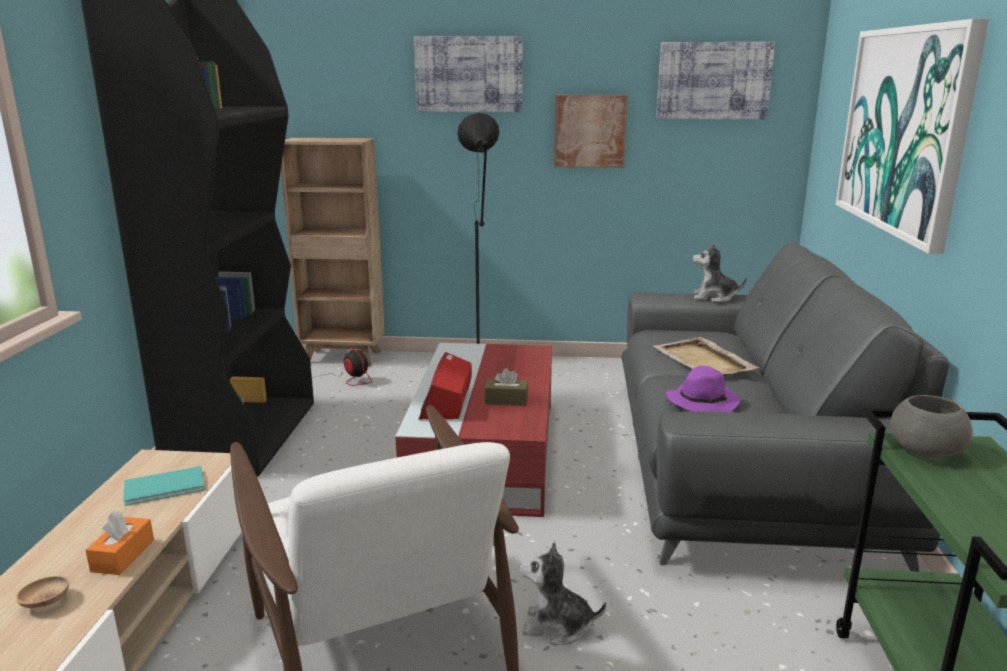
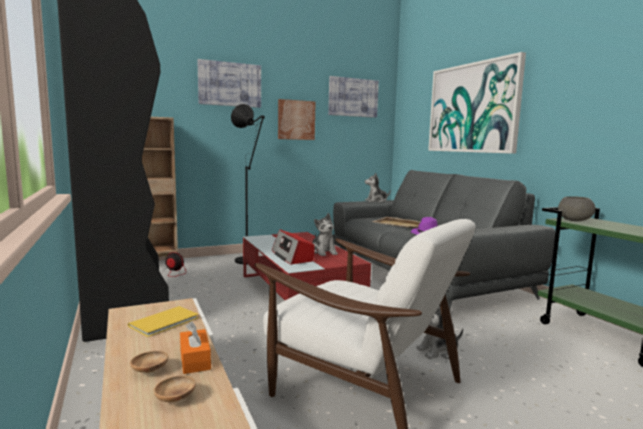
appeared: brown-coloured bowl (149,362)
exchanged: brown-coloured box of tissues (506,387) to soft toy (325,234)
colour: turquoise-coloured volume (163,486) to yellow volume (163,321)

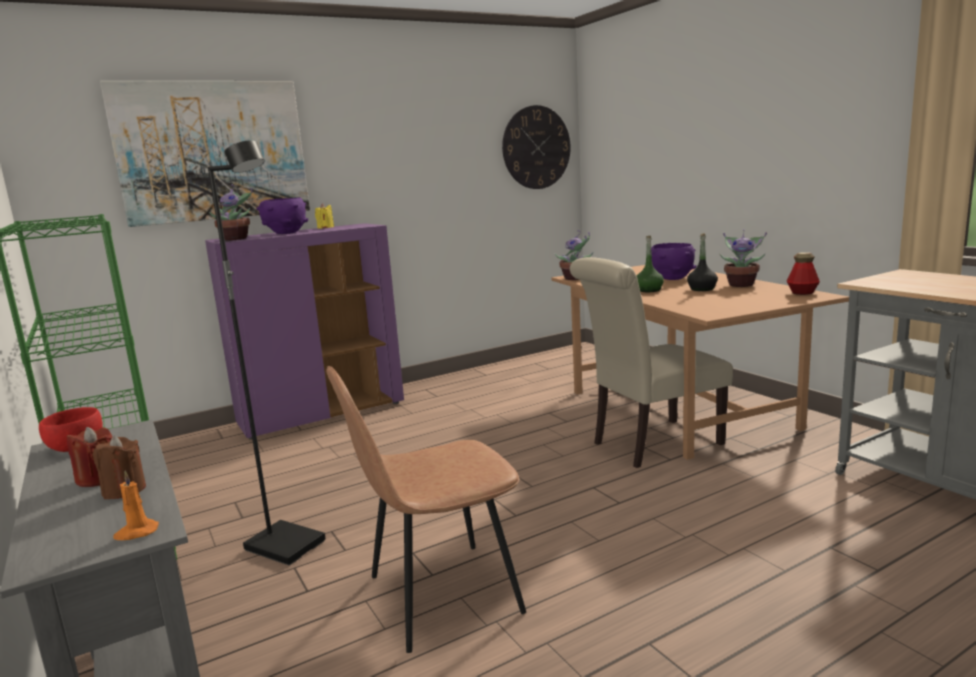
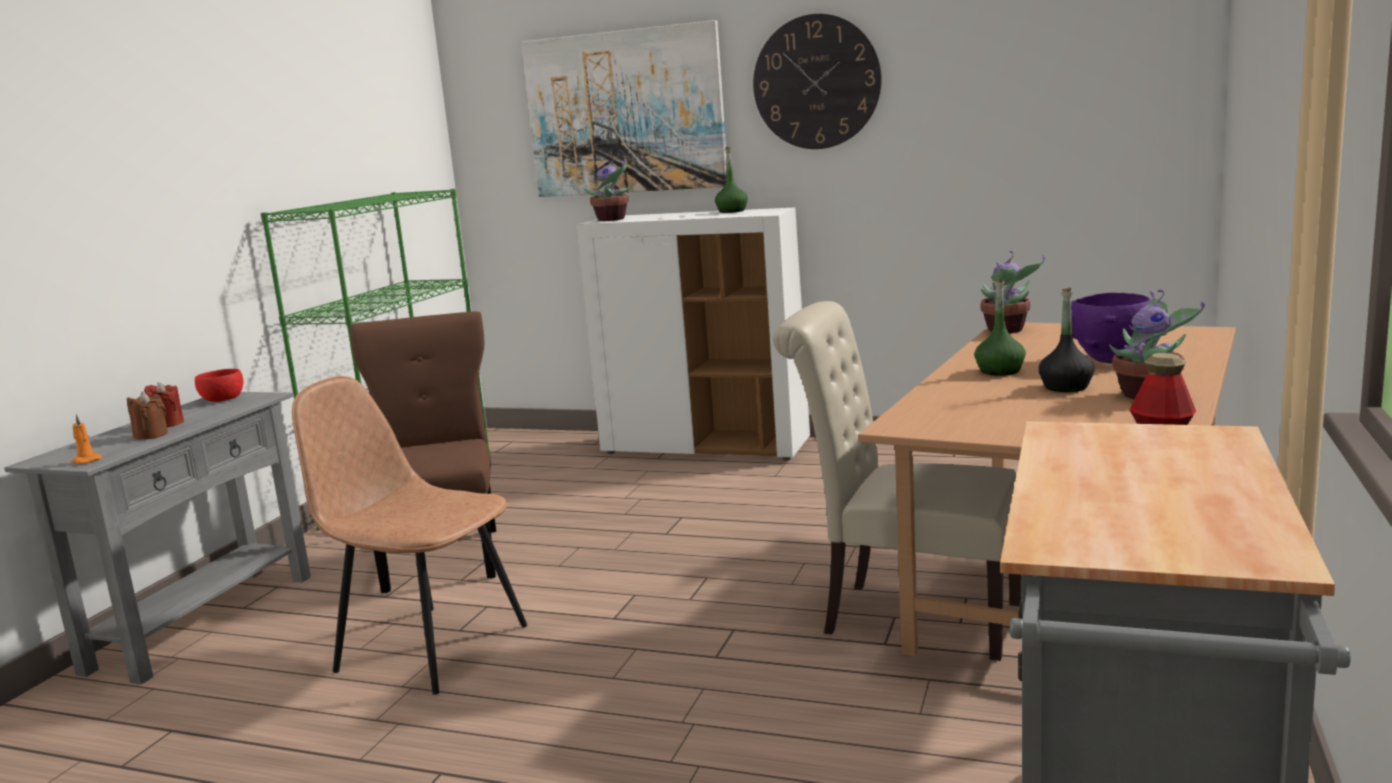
missing: purple bowl (282,215)
relocated: clock on the wall (536,147) to (817,81)
exchanged: black-coloured standard lamp (267,352) to brown-coloured plain chair (423,452); yellow candle (324,216) to greenish drink bottle (731,180)
colour: purple storage cabinet (304,331) to whitish storage cabinet (693,333)

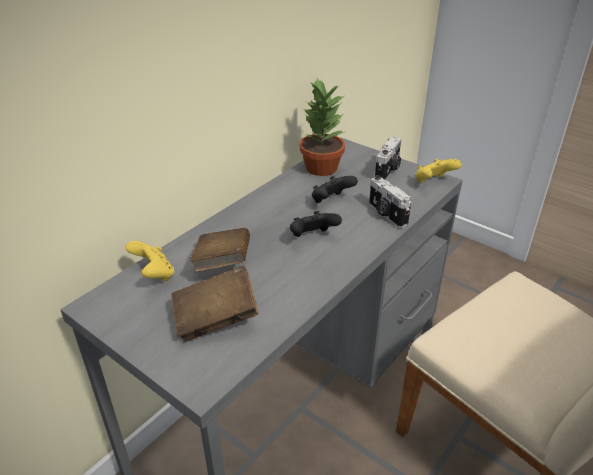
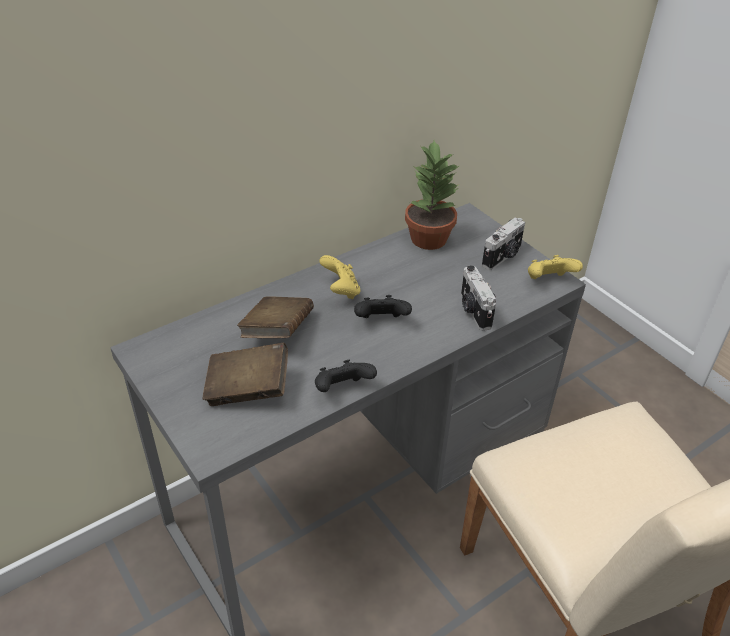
relocated: black-coloured game controller (335,189) to (346,376); yellow game controller (150,261) to (340,277)

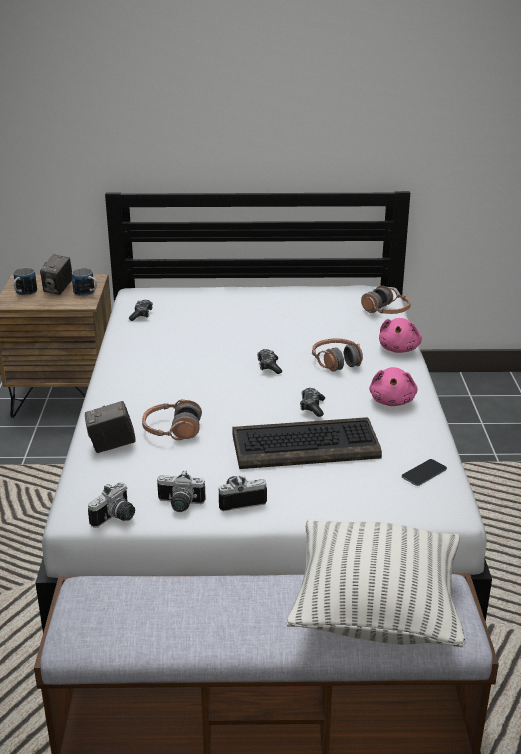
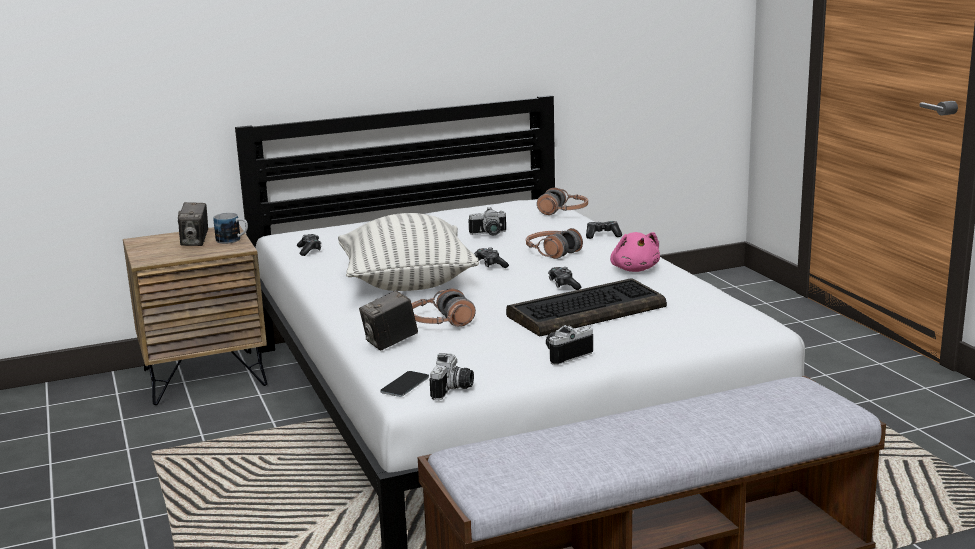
missing: coffee mug (25,282)
relocated: throw pillow (375,583) to (408,252); telephone (424,472) to (404,384); still camera (181,491) to (487,221)
exchanged: pink-coloured soft toy (400,335) to game controller (604,230)

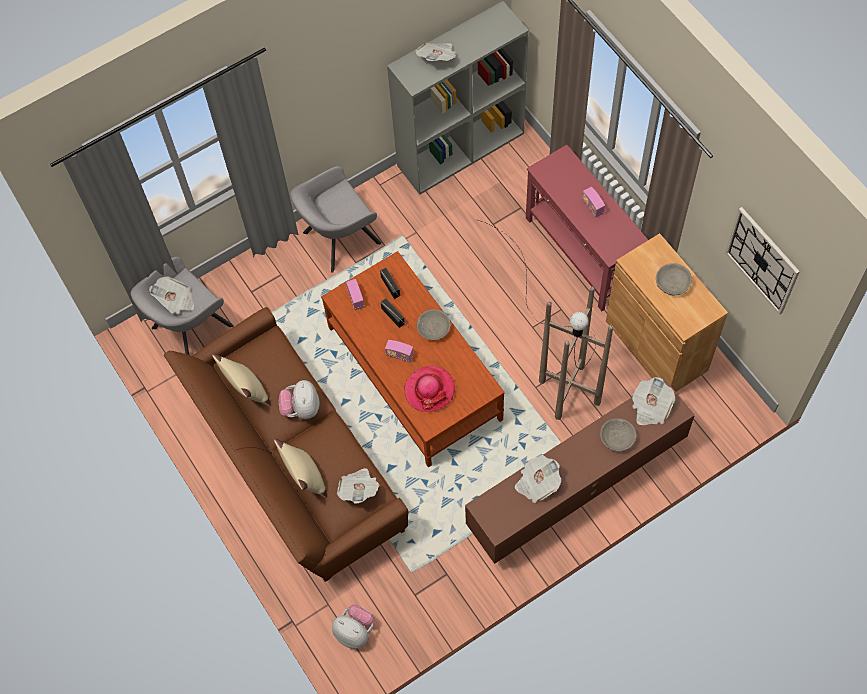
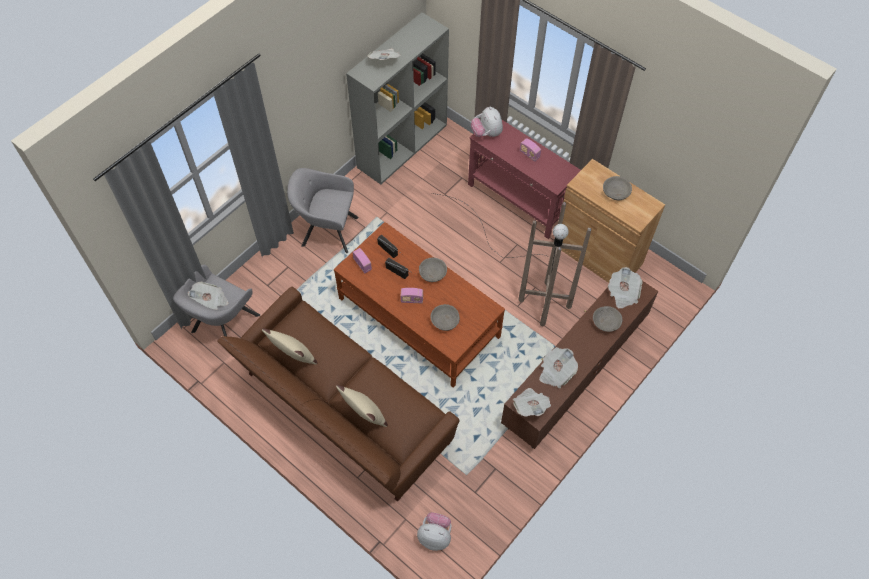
missing: clock on the wall (762,261)
relocated: soft toy (299,399) to (487,121); daily paper (358,486) to (532,402)
exchanged: wearable hat (429,389) to grey bowl (445,317)
spun: grey easy chair (335,219) = (323,210) 60 degrees clockwise

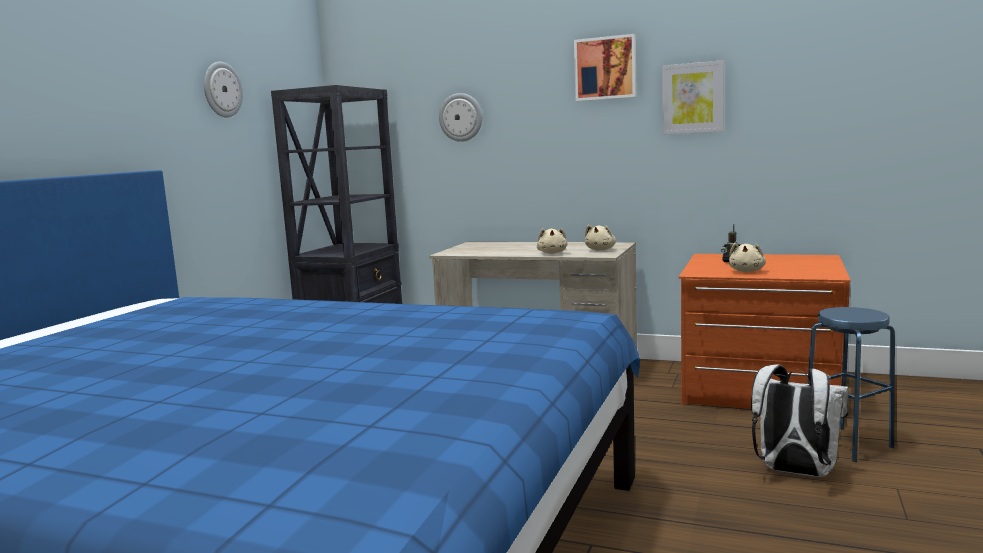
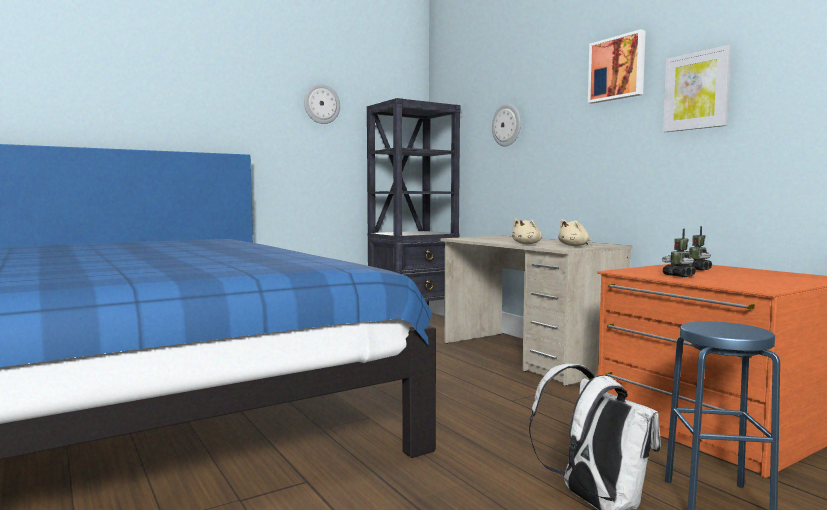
exchanged: beige soft toy (747,257) to robot figure (679,253)

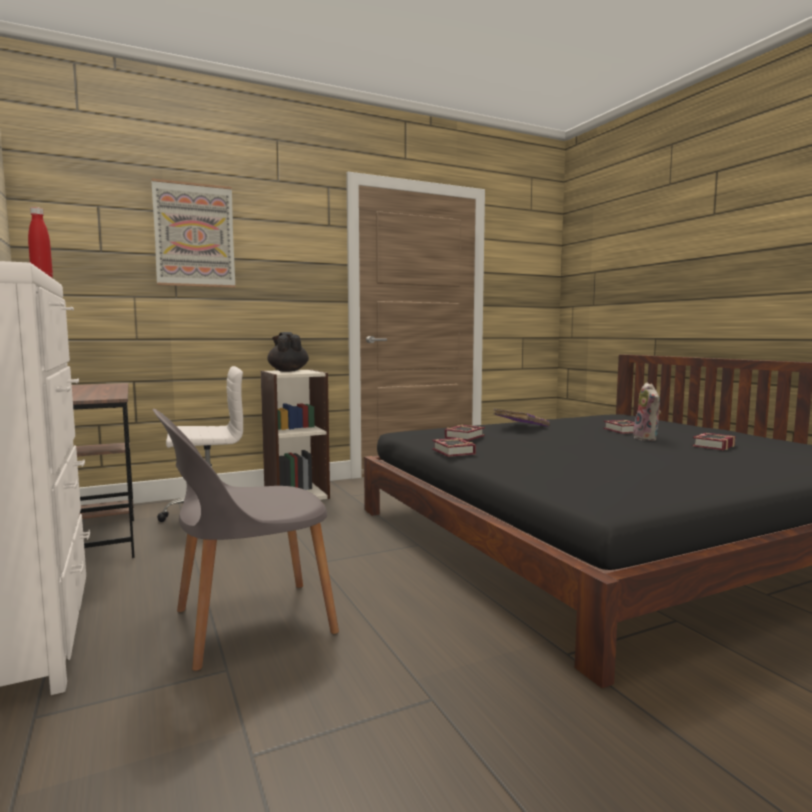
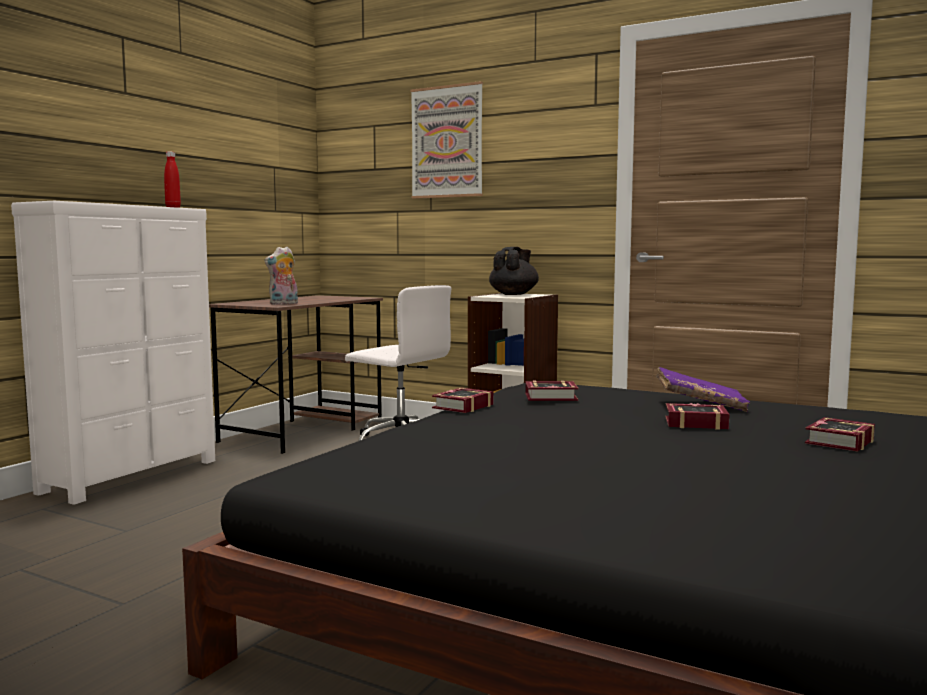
missing: grey plain chair (245,540)
relocated: soft toy (647,411) to (281,276); volume (714,441) to (697,416)

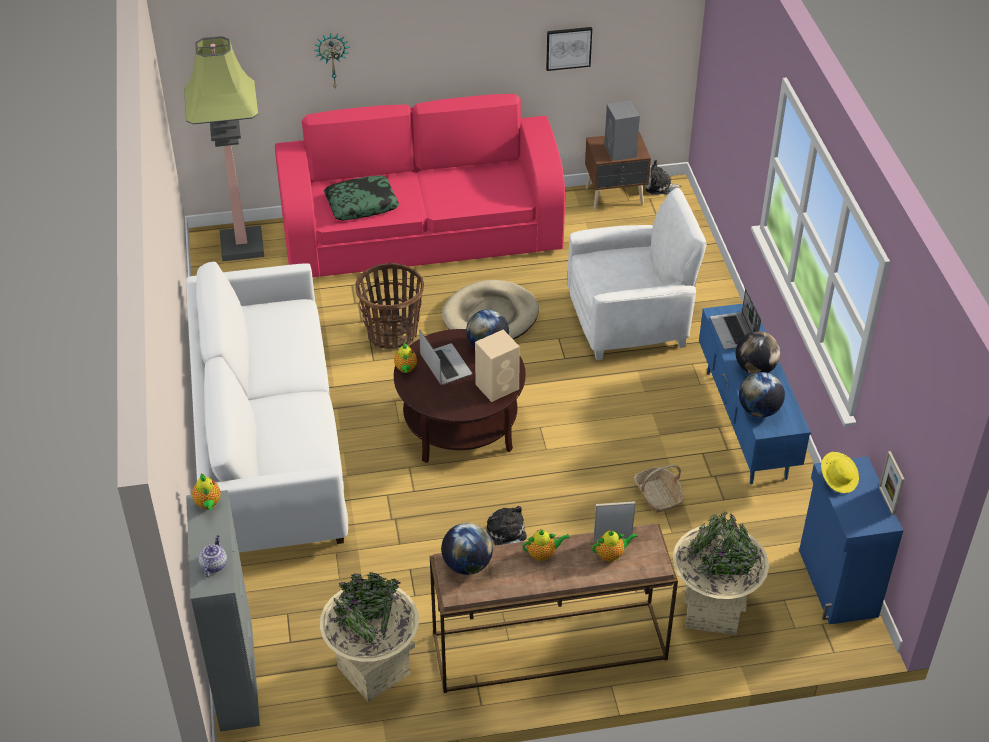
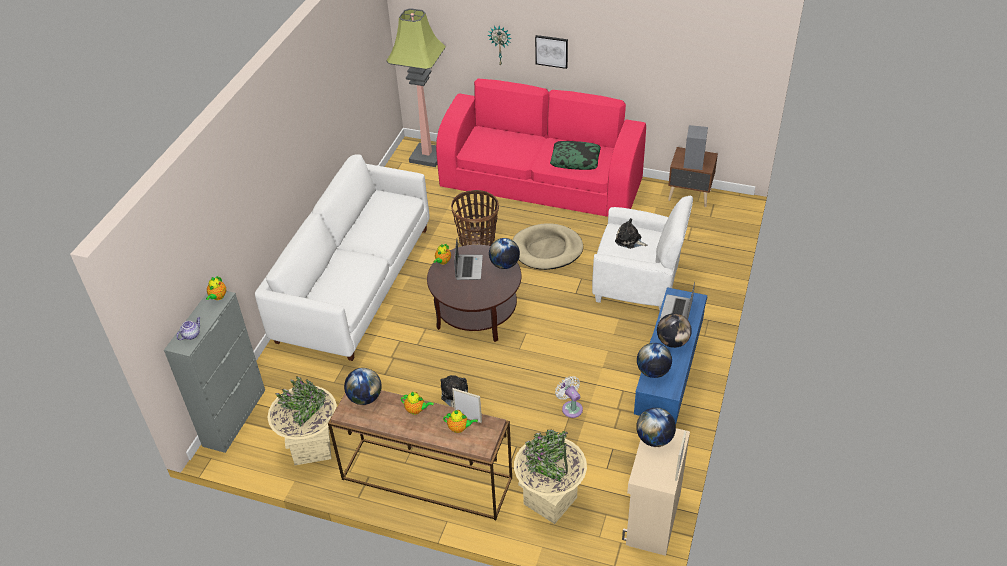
missing: beige speaker (497,366)
relocated: picture (569,49) to (551,52); throw pillow (361,197) to (575,155); soft toy (664,177) to (631,233)
exchanged: basket (659,489) to whitish electric fan (569,397); yellow wearable hat (840,472) to globe (656,427)
colour: blue-coloured storage cabinet (851,540) to beige storage cabinet (656,492)

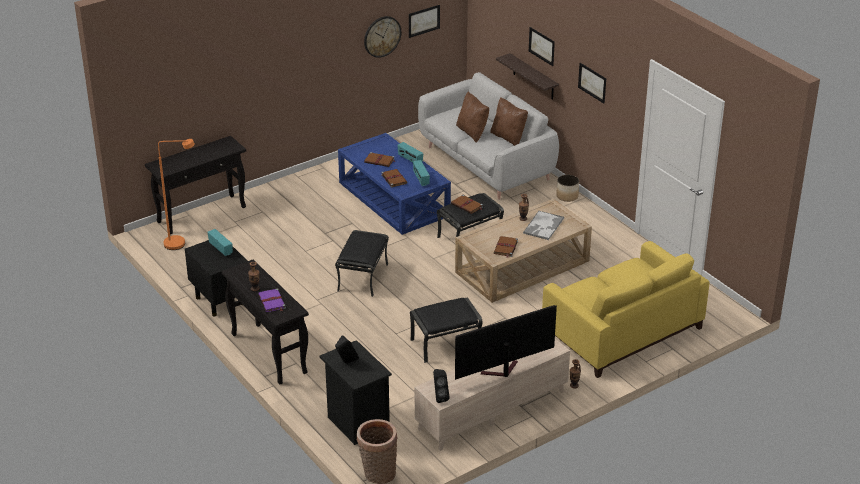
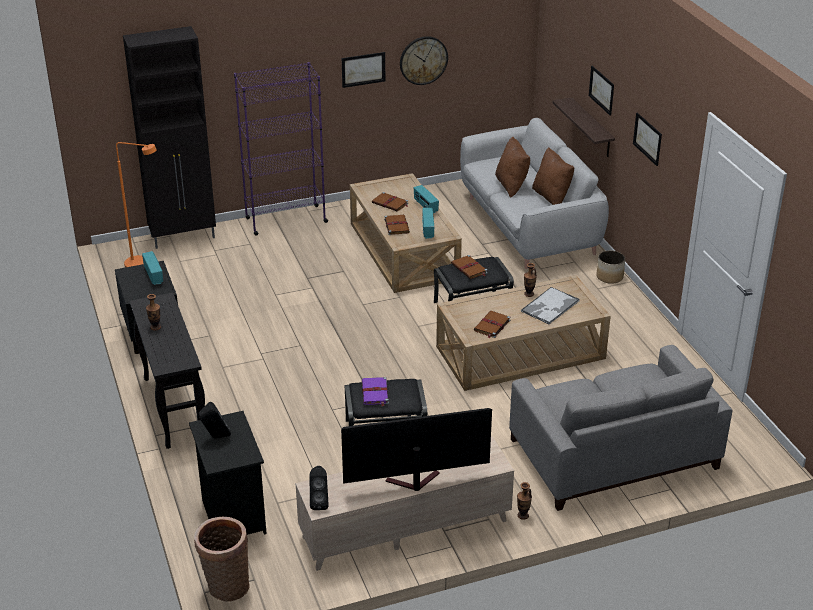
missing: black-coloured ottoman (362,263)
appeared: purple bookshelf (281,149)
relocated: picture (424,21) to (363,70); purple volume (272,300) to (375,391)
exchanged: black-coloured narrow table (195,185) to black-coloured storage cabinet (169,137)
colour: blue-coloured coffee table (394,184) to beige coffee table (406,233); yellow sofa (626,309) to grey sofa (620,428)

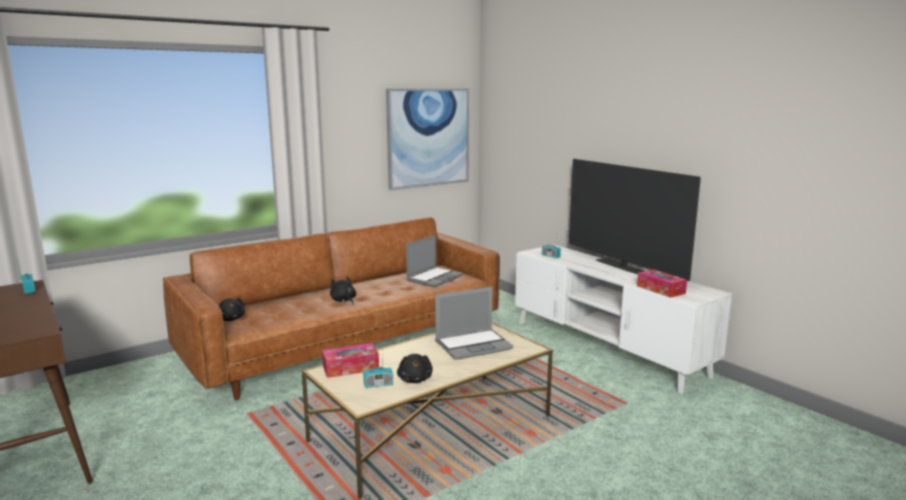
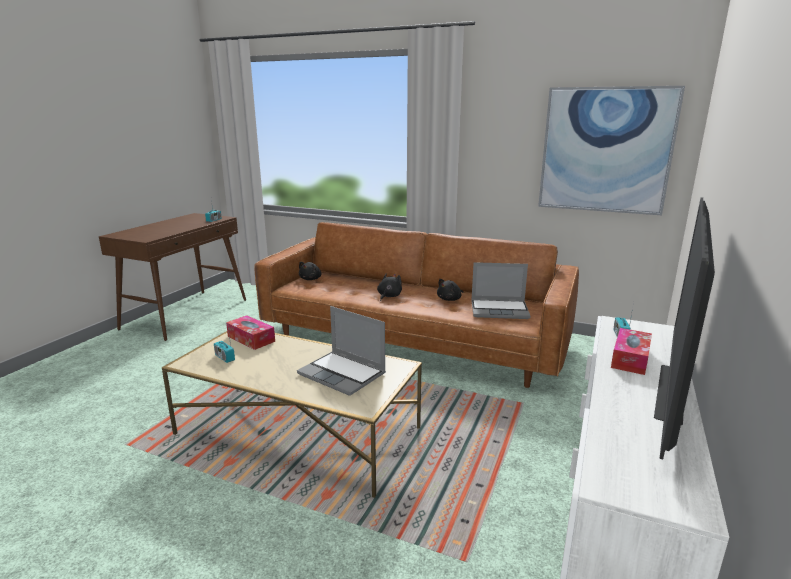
relocated: black-coloured soft toy (415,368) to (450,290); box of tissues (662,283) to (631,351)

